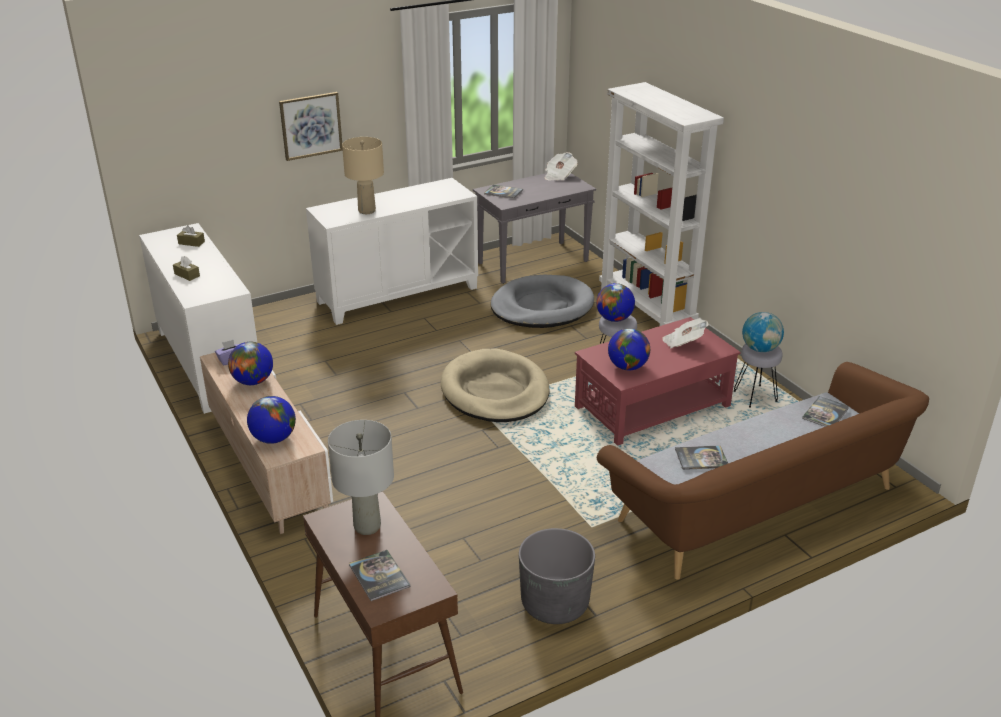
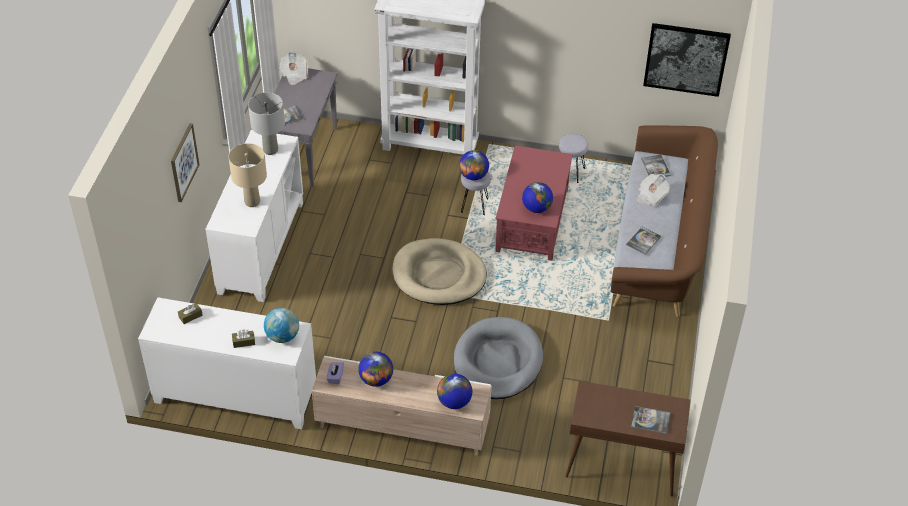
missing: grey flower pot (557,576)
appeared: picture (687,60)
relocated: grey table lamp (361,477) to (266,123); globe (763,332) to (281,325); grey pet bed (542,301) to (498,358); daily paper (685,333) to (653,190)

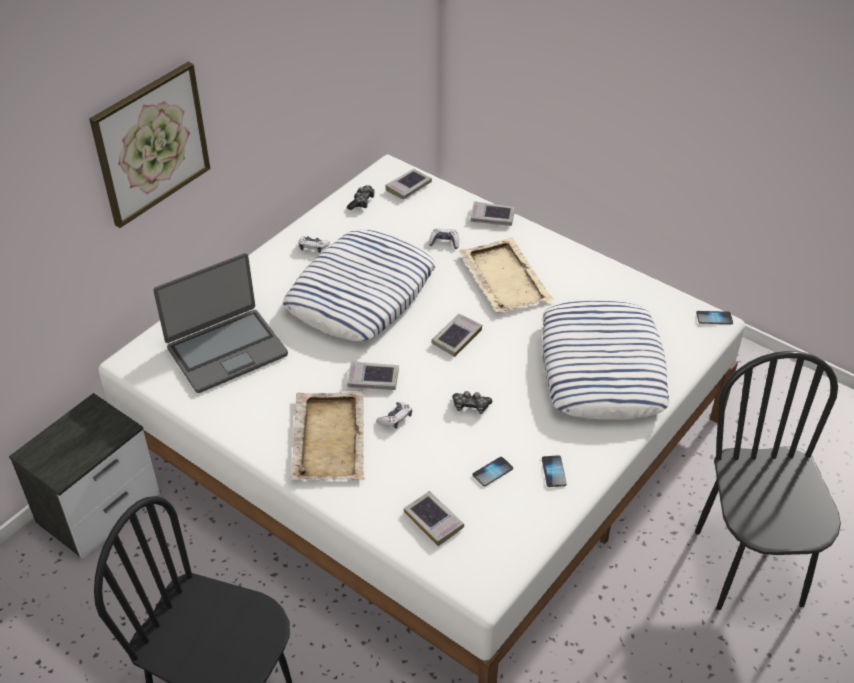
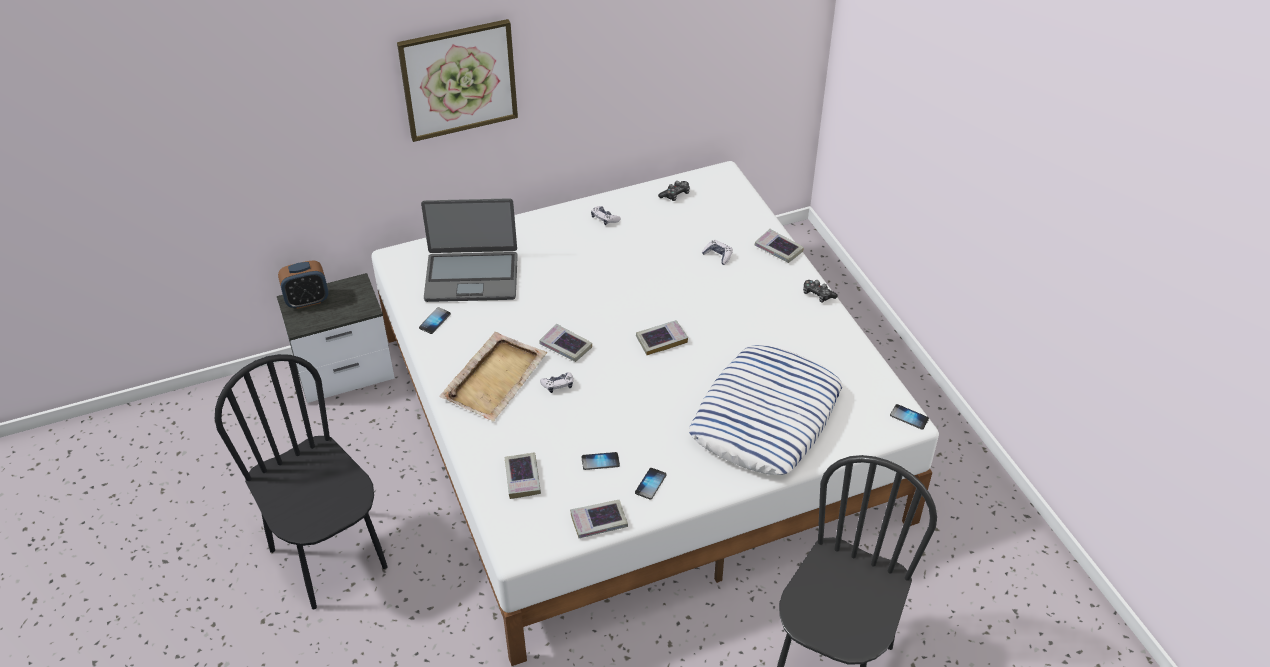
missing: throw pillow (359,285); beige tray (506,275)
appeared: alarm clock (303,284); telephone (435,320)
relocated: volume (408,184) to (599,519); game controller (472,402) to (820,291)

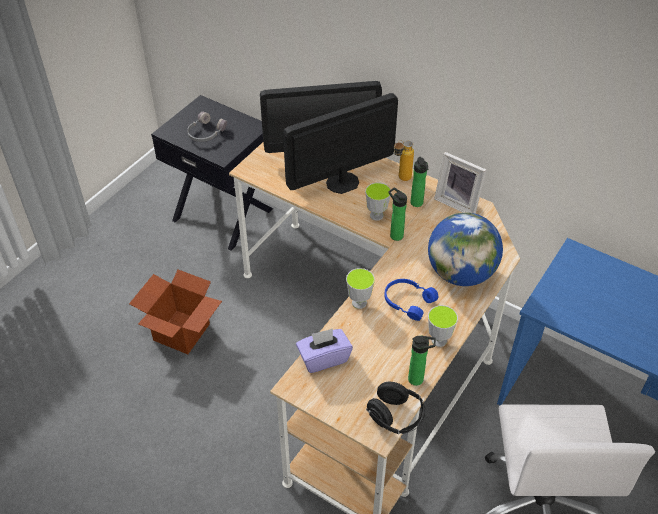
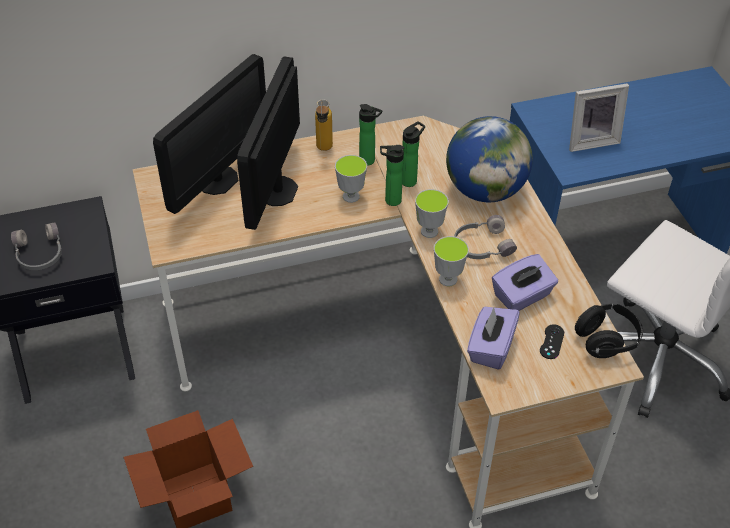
appeared: purple box of tissues (525,282); black-coloured game controller (552,341)
relocated: drink bottle (422,361) to (413,154); drinking cup (443,326) to (432,213); photo frame (460,183) to (599,117)
colour: blue-coloured pair of headphones (411,300) to grey pair of headphones (485,237)

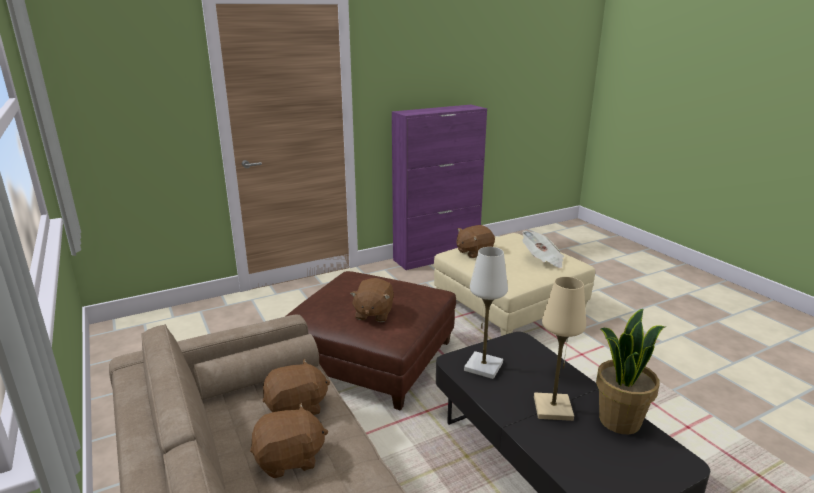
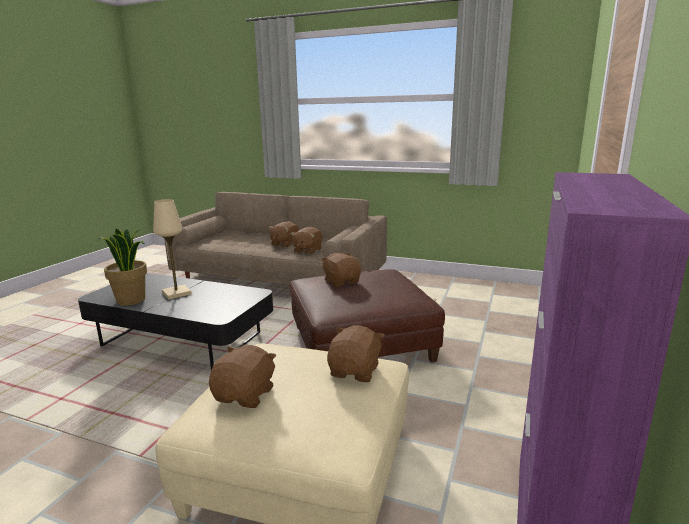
missing: whitish table lamp (486,313)
exchanged: daily paper (543,249) to brown-coloured soft toy (242,376)

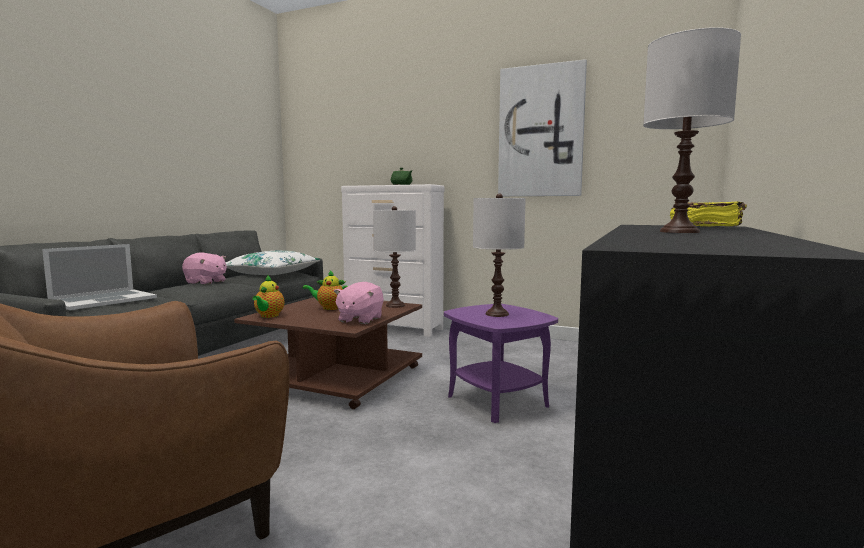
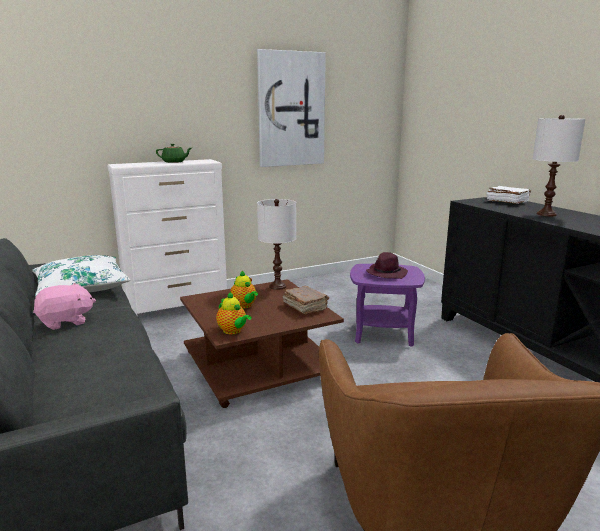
missing: portable computer (99,277)
exchanged: pink-coloured soft toy (359,303) to brown-coloured volume (306,300); whitish table lamp (499,255) to purple wearable hat (387,265)
colour: yellow volume (708,213) to whitish volume (508,195)
spun: teapot (325,290) = (244,289) 75 degrees counterclockwise

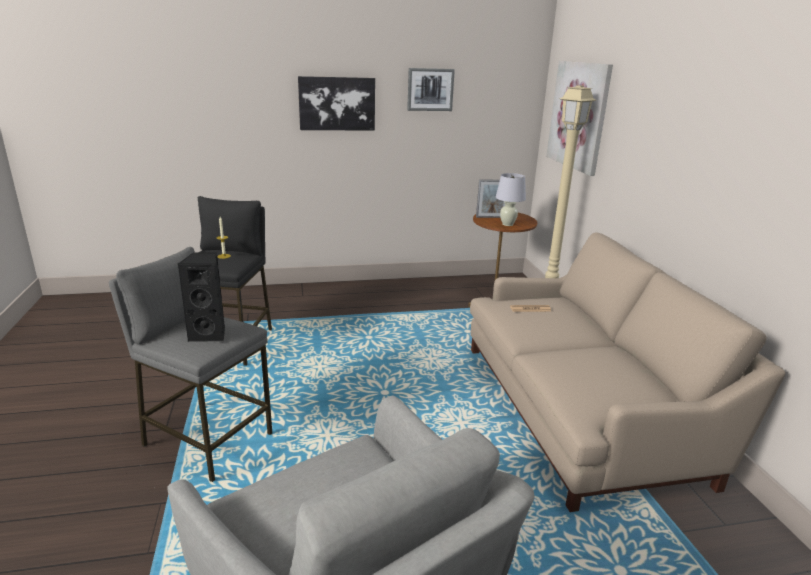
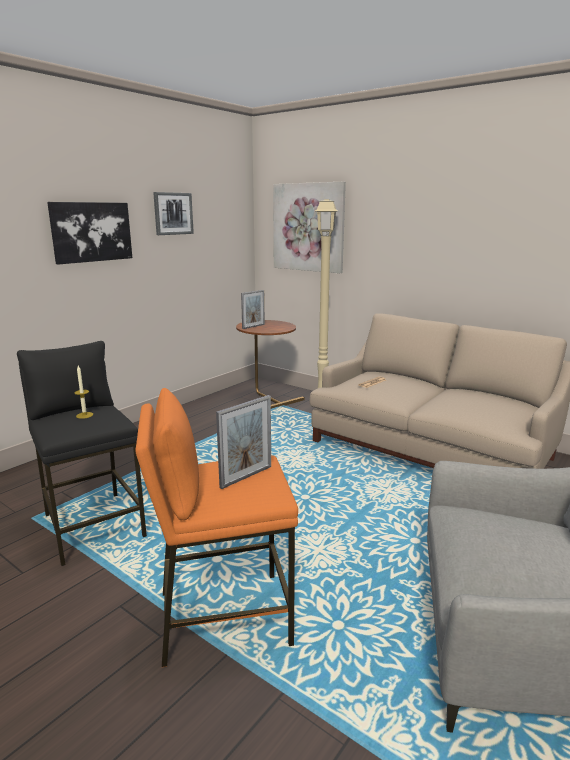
missing: whitish table lamp (511,199)
exchanged: black-coloured speaker (201,297) to photo frame (243,442)
colour: grey stool seat (190,364) to orange stool seat (216,527)

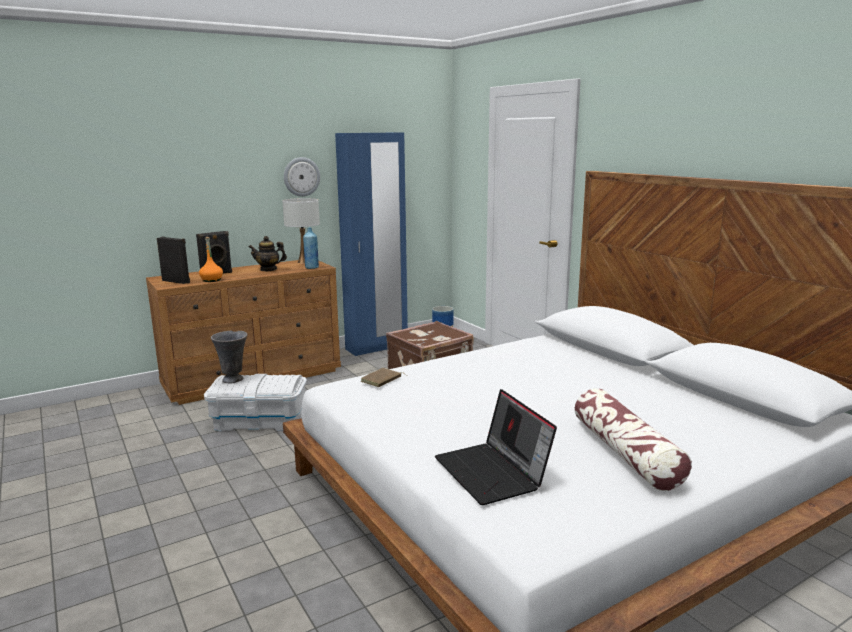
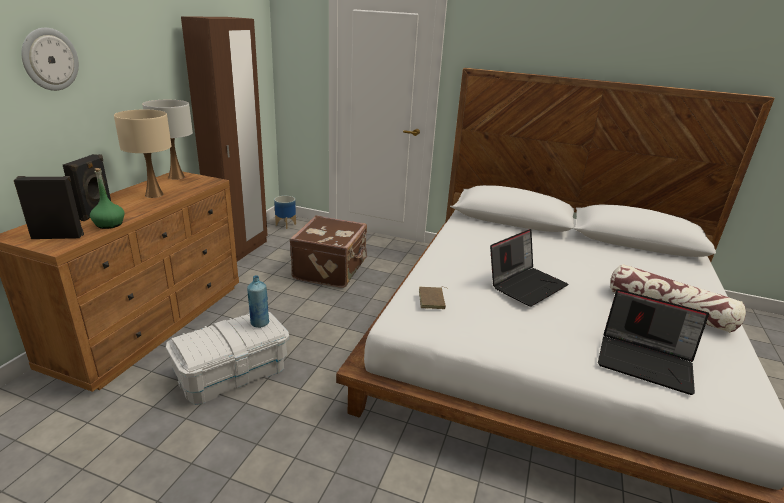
missing: grey flower vase (229,357)
appeared: portable computer (529,268)
relocated: clock on the wall (302,177) to (50,59); blue-coloured drink bottle (311,248) to (258,301)
exchanged: teapot (268,253) to beige table lamp (142,154)
colour: orange drink bottle (211,259) to greenish drink bottle (107,198); blue-coloured armoire (371,244) to brown-coloured armoire (224,138)

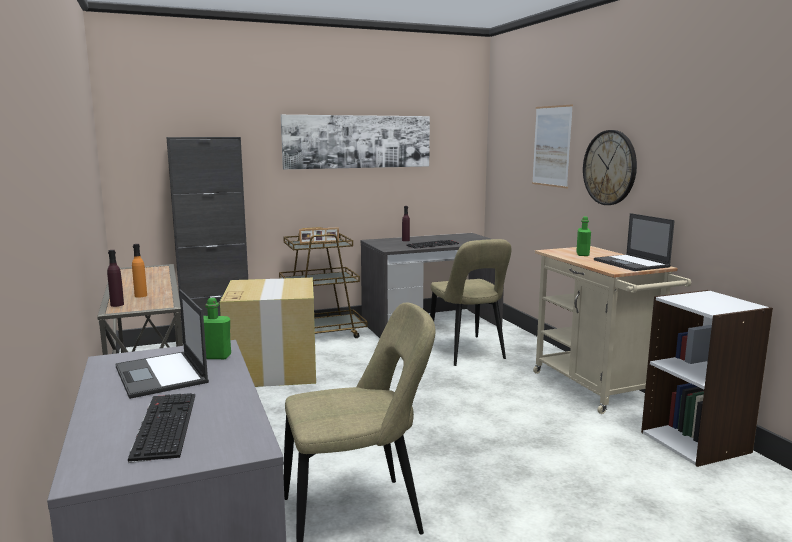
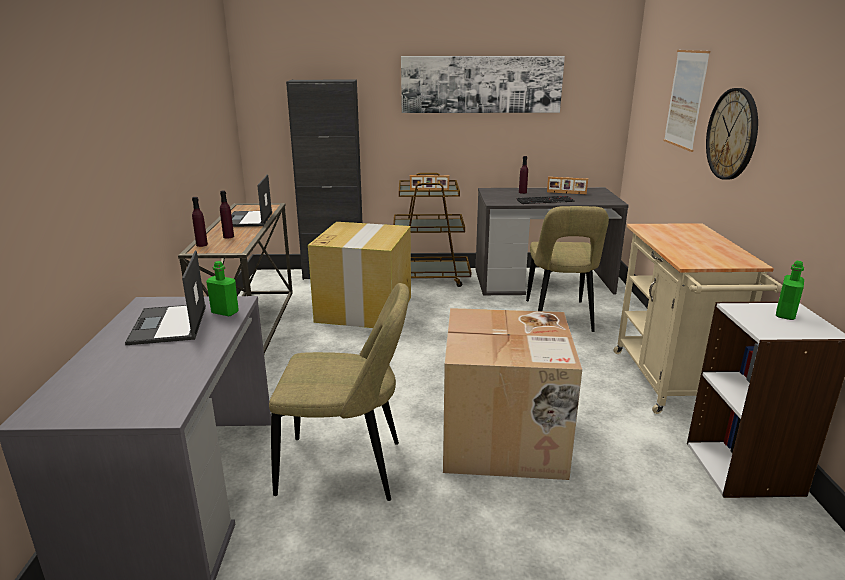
missing: keyboard (161,428)
appeared: carton (512,394); photo frame (567,185)
relocated: portable computer (634,242) to (251,200); greenish drink bottle (583,236) to (790,290)
colour: orange drink bottle (139,270) to purple drink bottle (227,214)

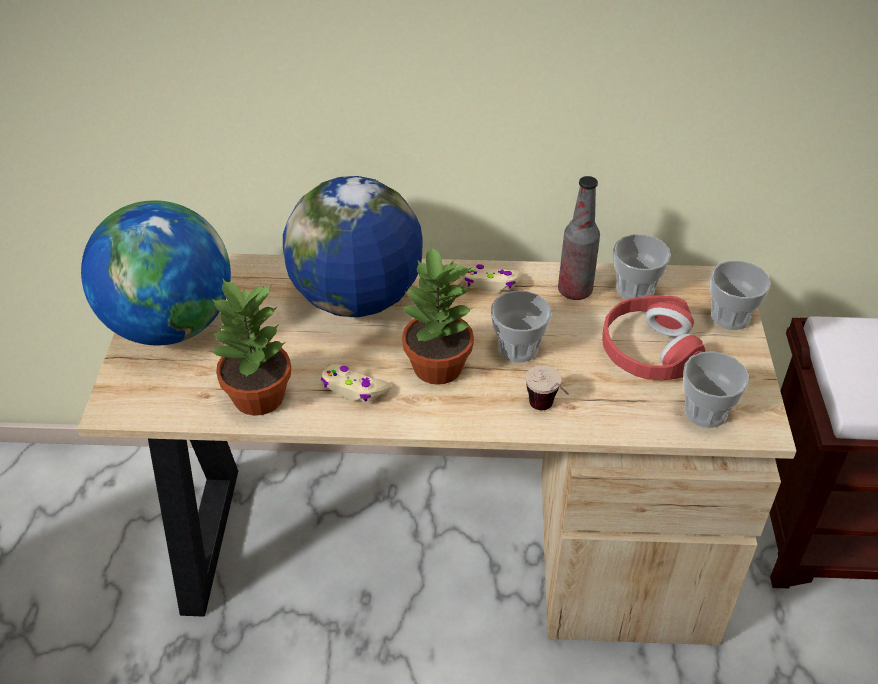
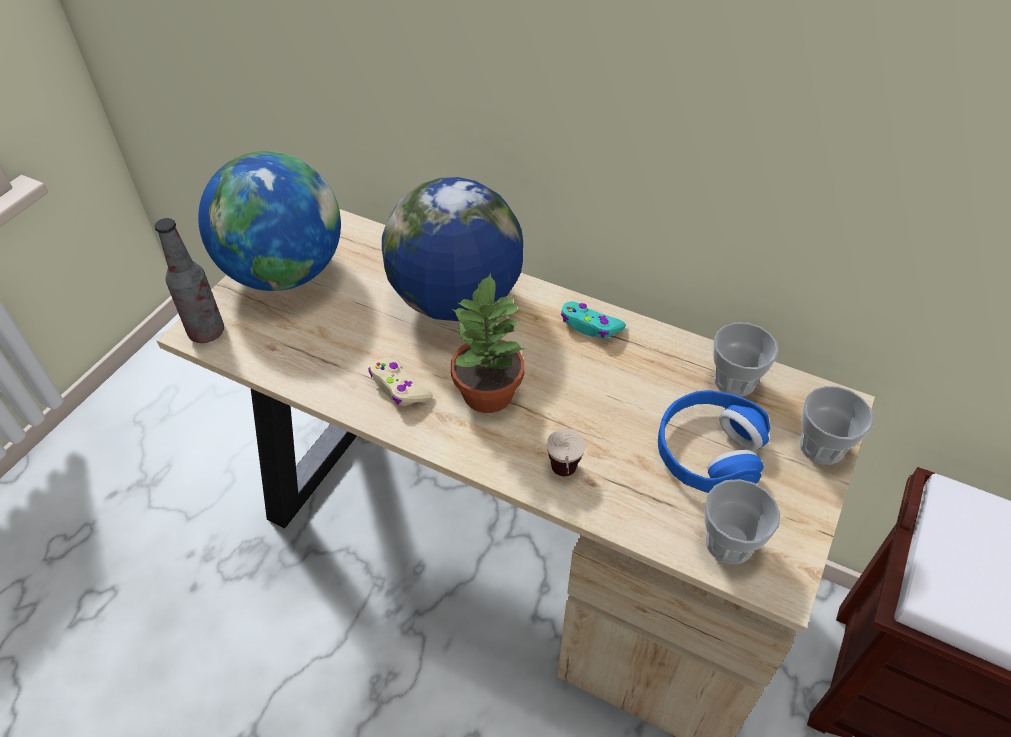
missing: potted plant (249,347); drinking cup (521,326)
relocated: drink bottle (579,238) to (189,280)
colour: beige game controller (492,278) to turquoise-coloured game controller (593,320); red-coloured pair of headphones (653,338) to blue-coloured pair of headphones (714,441)

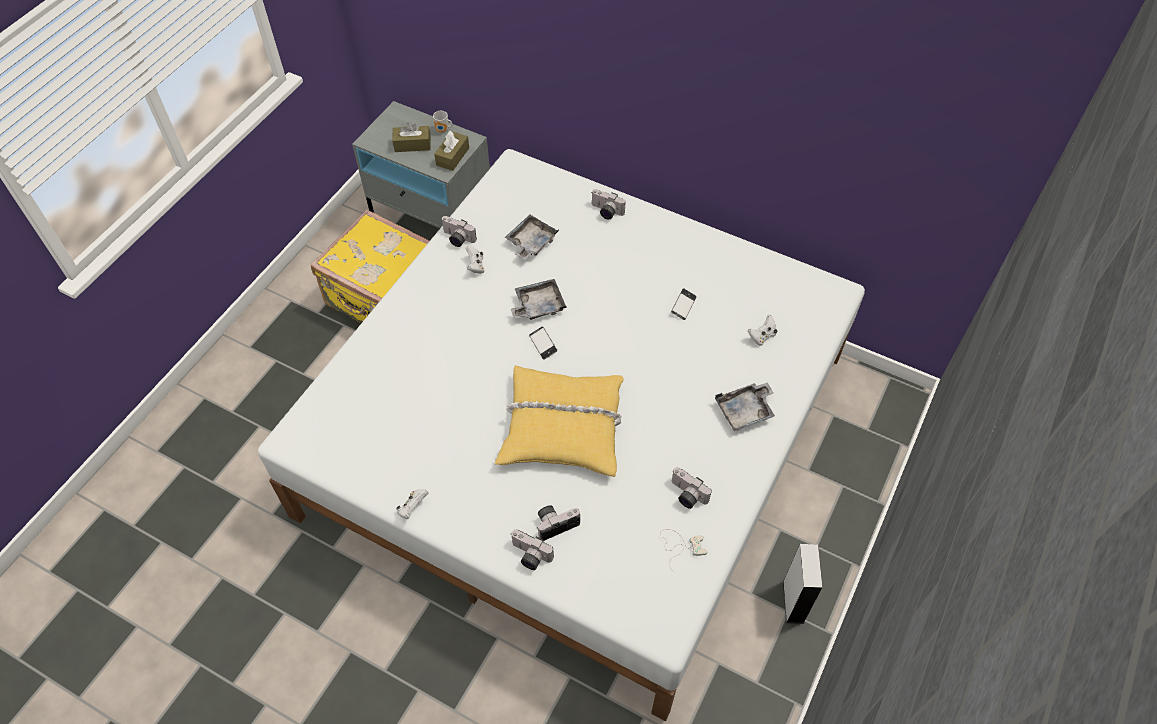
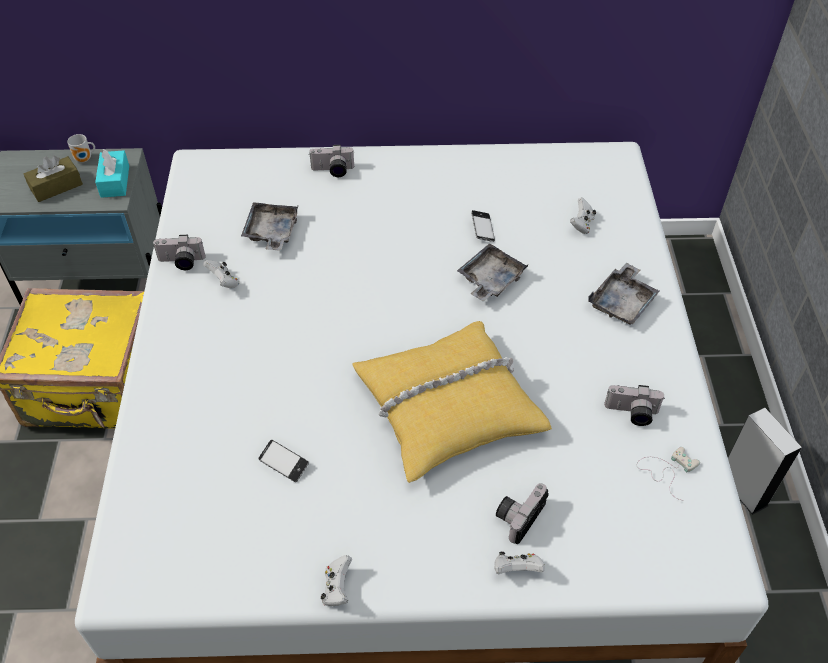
relocated: telephone (543,343) to (283,461); grey tray (539,299) to (492,272)
exchanged: still camera (532,550) to whitish game controller (519,563)
colour: brown-coloured box of tissues (451,151) to turquoise-coloured box of tissues (112,173)

